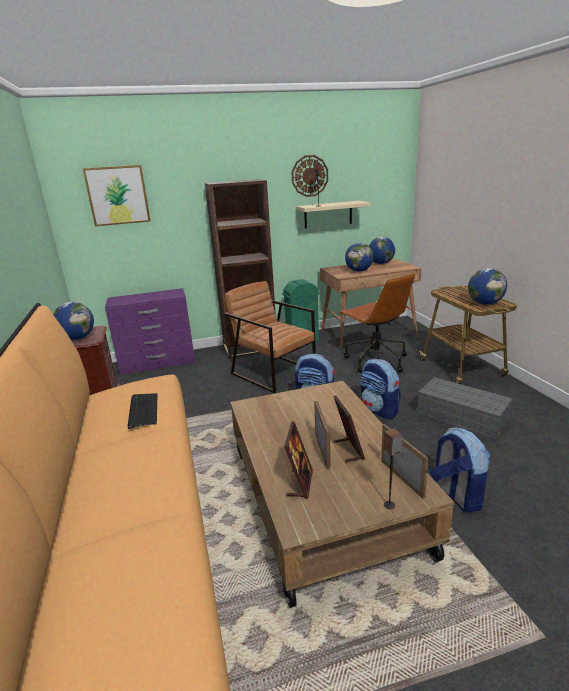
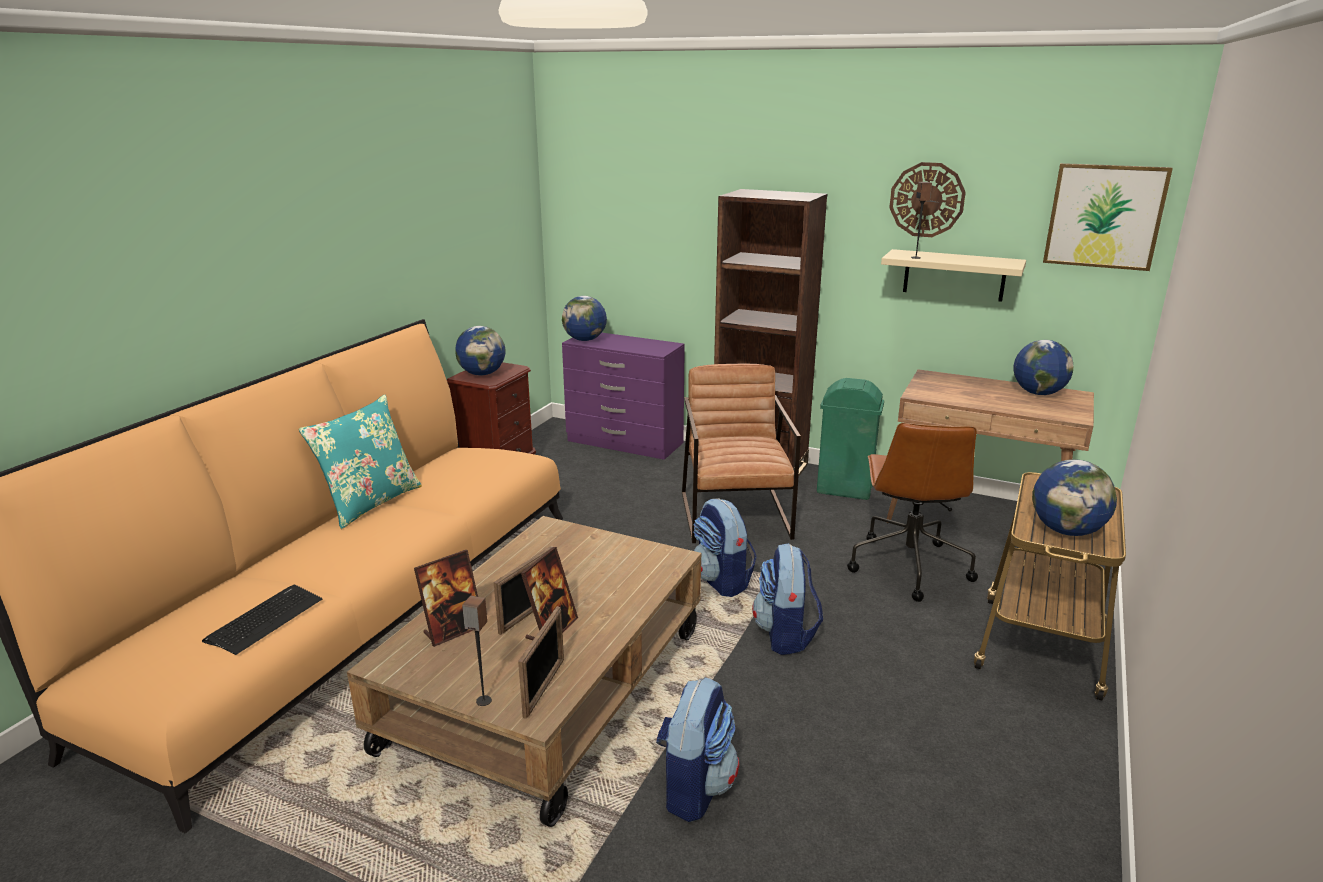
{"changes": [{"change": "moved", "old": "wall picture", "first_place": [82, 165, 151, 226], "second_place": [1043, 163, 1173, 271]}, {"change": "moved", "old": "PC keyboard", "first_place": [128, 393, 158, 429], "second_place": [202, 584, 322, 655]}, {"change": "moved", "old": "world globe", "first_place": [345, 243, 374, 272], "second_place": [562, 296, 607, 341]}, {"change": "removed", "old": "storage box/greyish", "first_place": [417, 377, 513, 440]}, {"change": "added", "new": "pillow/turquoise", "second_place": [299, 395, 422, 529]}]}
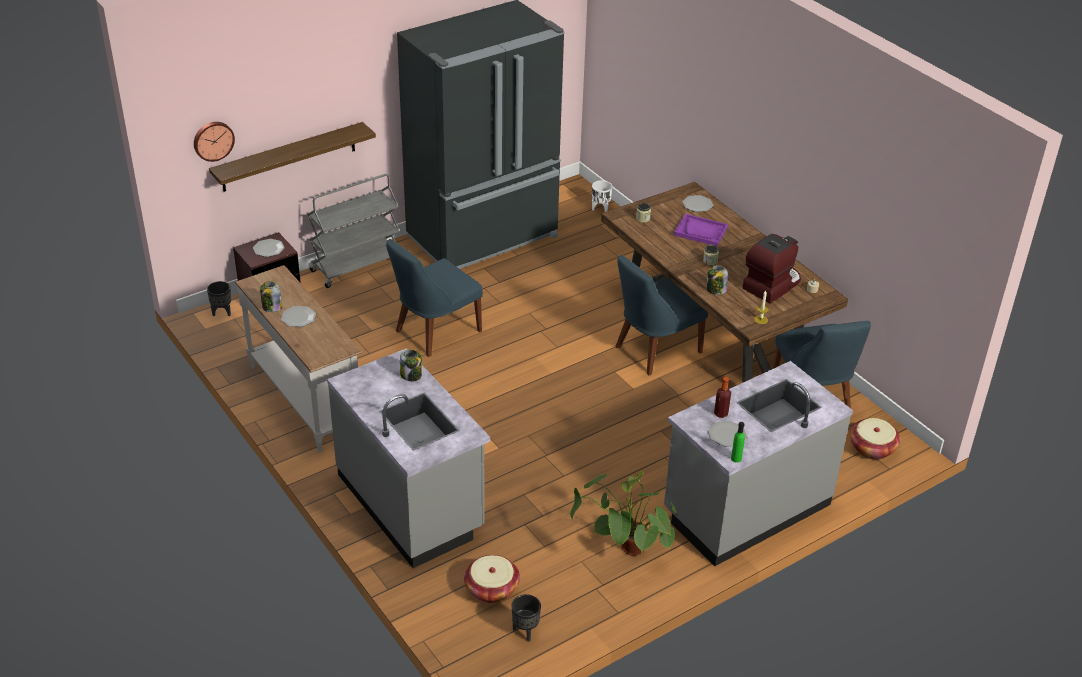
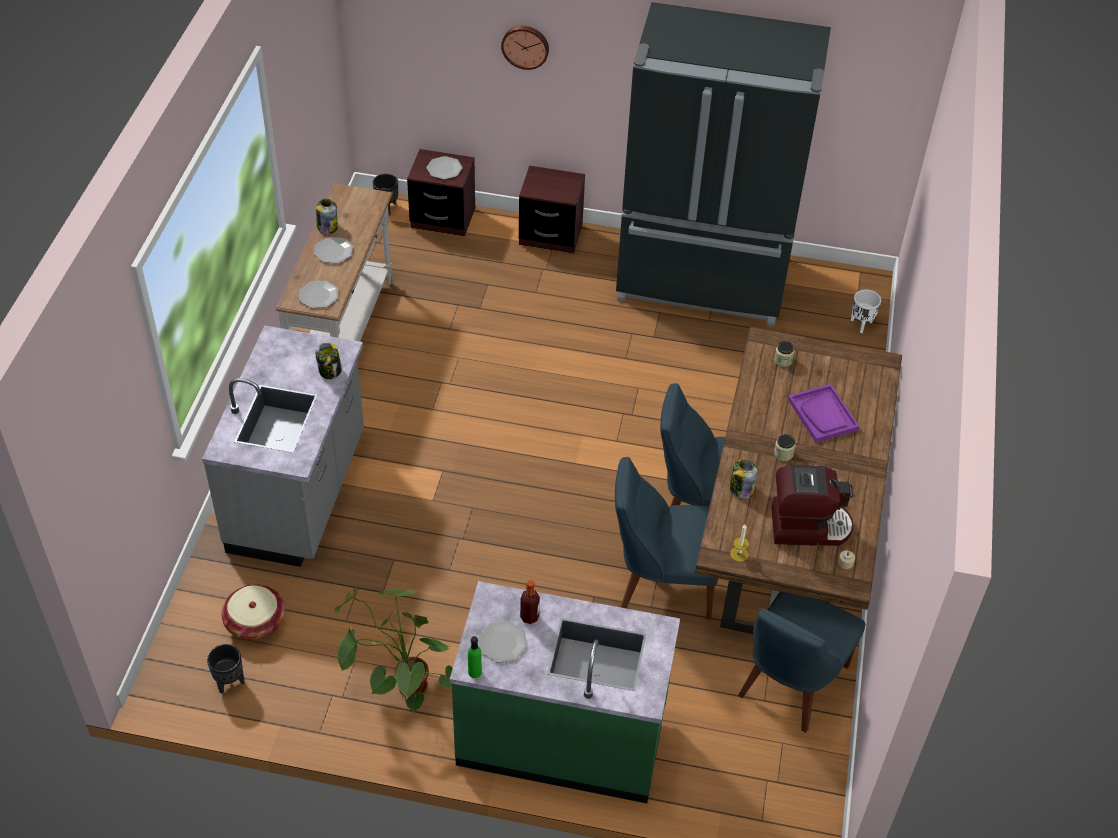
{"changes": [{"change": "moved", "old": "wall clock", "first_place": [194, 122, 235, 162], "second_place": [501, 26, 549, 70]}, {"change": "removed", "old": "shelf", "first_place": [209, 122, 376, 192]}, {"change": "replaced", "old": "trolley/greyish", "new": "night table/brownish", "first_place": [307, 174, 400, 288], "second_place": [519, 166, 585, 254]}, {"change": "moved", "old": "chair/bluish", "first_place": [386, 239, 483, 357], "second_place": [615, 457, 718, 619]}, {"change": "recoloured", "old": "kitchen counter/greyish", "new": "kitchen counter/green", "first_place": [664, 361, 853, 566], "second_place": [450, 581, 680, 803]}, {"change": "moved", "old": "plate", "first_place": [682, 195, 714, 212], "second_place": [299, 280, 338, 308]}, {"change": "removed", "old": "storage basket", "first_place": [850, 418, 900, 459]}]}
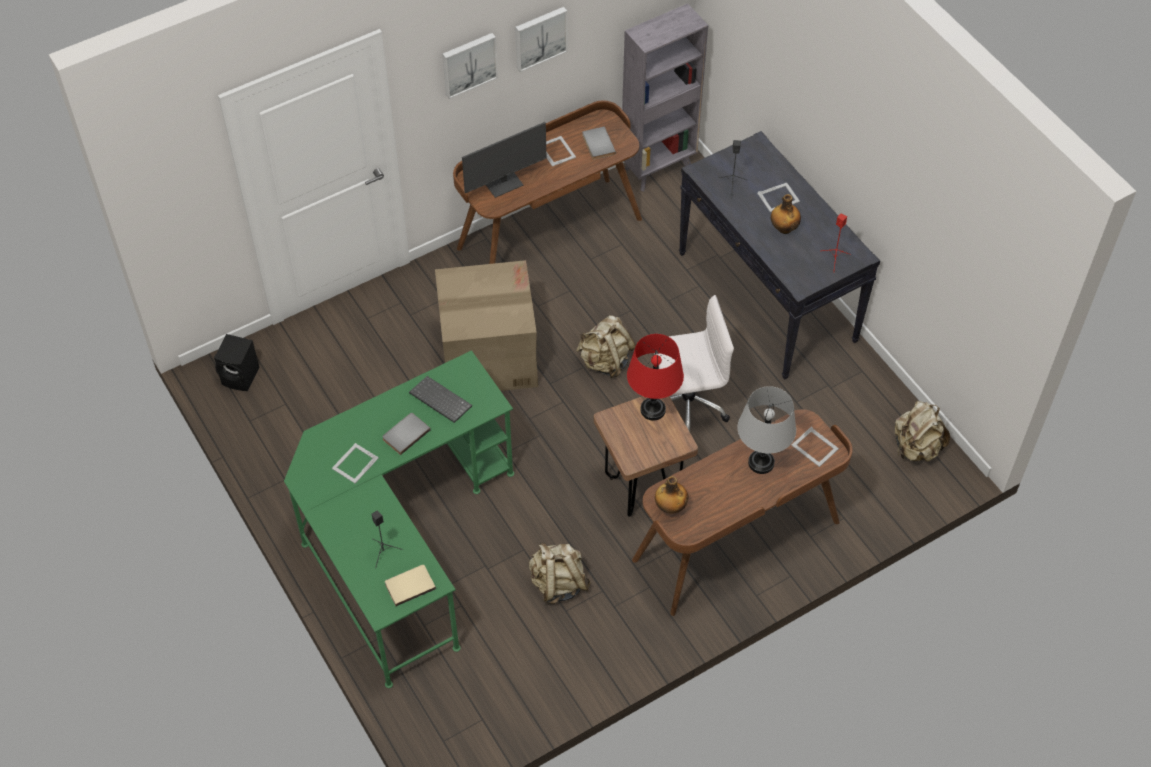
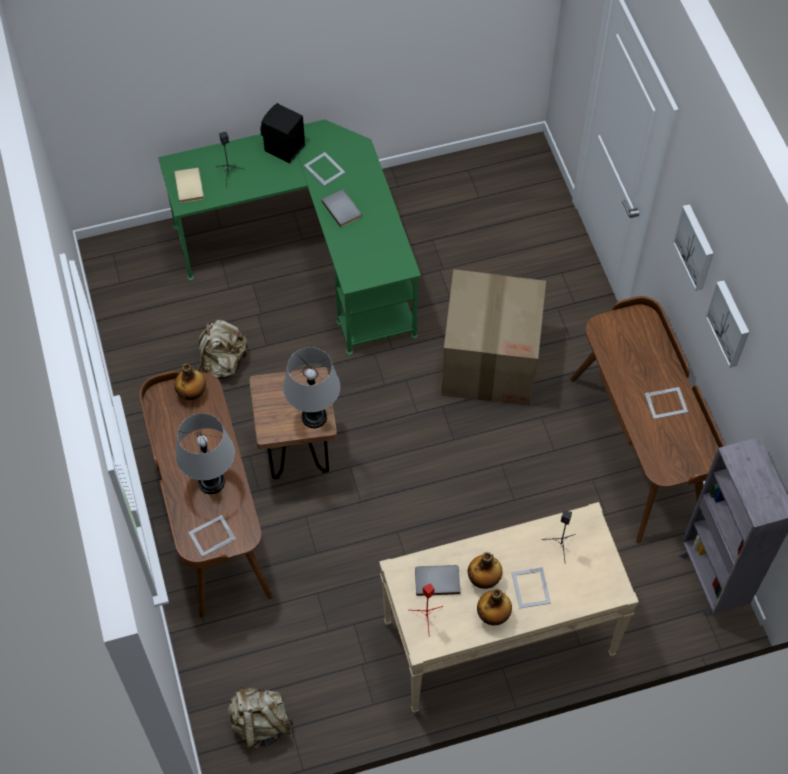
{"changes": [{"change": "moved", "old": "audio speaker/black-coloured", "first_place": [214, 334, 259, 391], "second_place": [260, 103, 305, 163]}, {"change": "removed", "old": "PC keyboard", "first_place": [409, 376, 472, 423]}, {"change": "removed", "old": "computer display", "first_place": [462, 122, 546, 198]}, {"change": "removed", "old": "rucksack/beige-coloured", "first_place": [576, 315, 636, 379]}, {"change": "moved", "old": "volume/greyish", "first_place": [582, 126, 616, 160], "second_place": [415, 565, 460, 596]}, {"change": "recoloured", "old": "tabletop lamp/red-coloured", "new": "tabletop lamp/greyish", "first_place": [627, 334, 684, 421], "second_place": [283, 347, 340, 428]}, {"change": "removed", "old": "computer chair/whitish", "first_place": [654, 295, 734, 432]}, {"change": "recoloured", "old": "hall table/black-coloured", "new": "hall table/beige-coloured", "first_place": [679, 131, 880, 380], "second_place": [379, 502, 639, 713]}, {"change": "added", "new": "drink bottle", "second_place": [477, 589, 512, 625]}]}
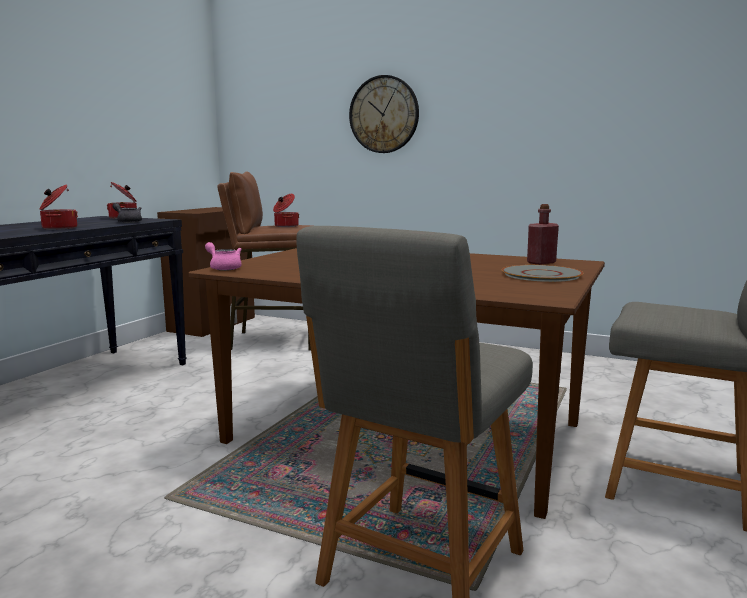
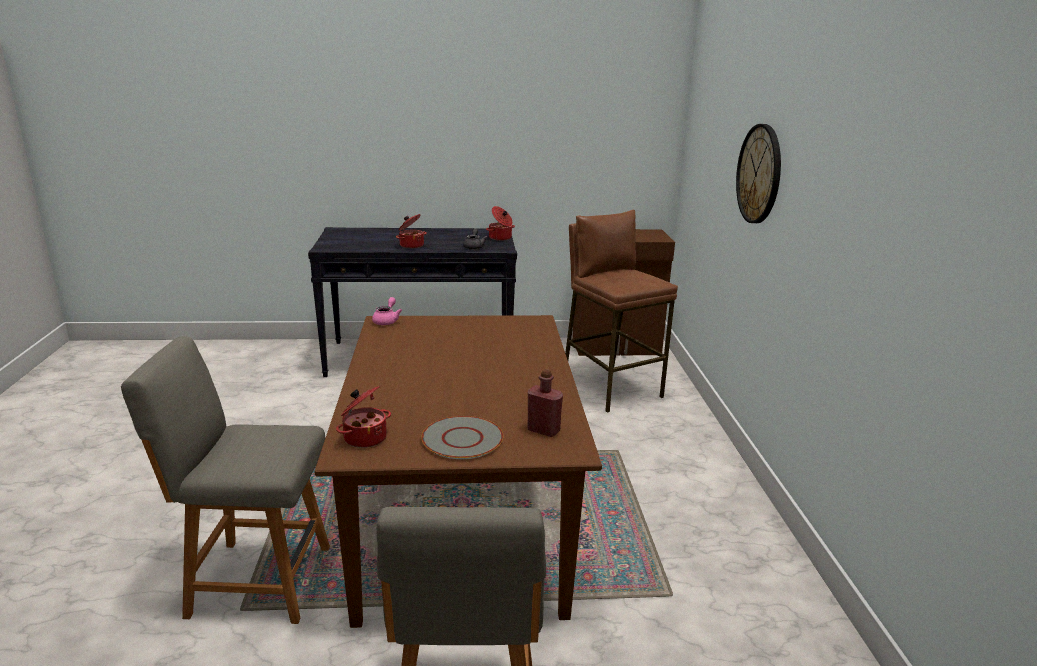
{"changes": [{"change": "moved", "old": "cooking pot", "first_place": [273, 194, 299, 227], "second_place": [336, 386, 391, 448]}]}
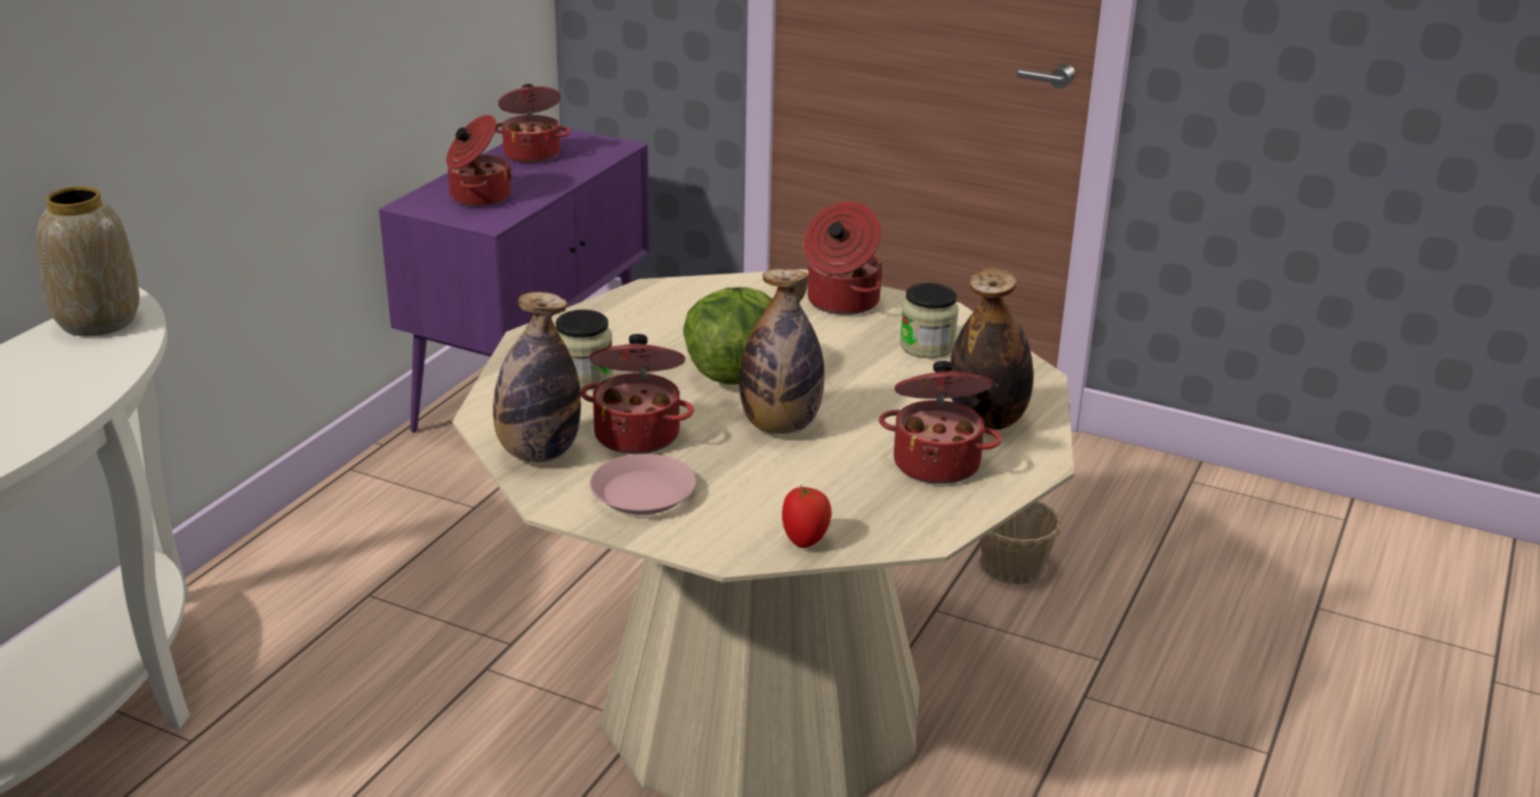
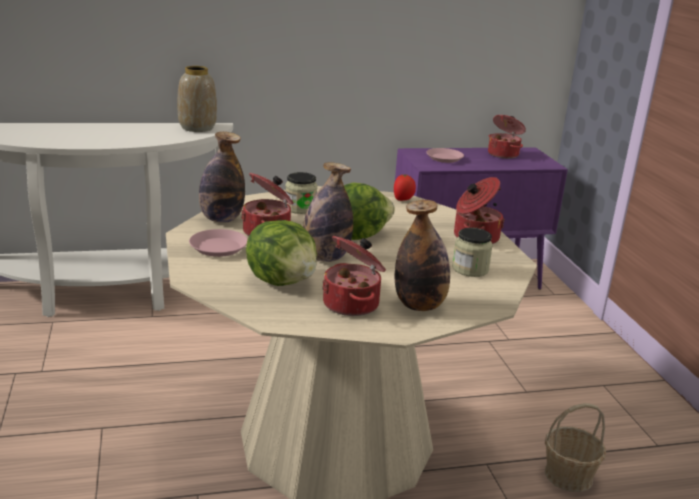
{"changes": [{"change": "replaced", "old": "cooking pot", "new": "plate/pinkish", "first_place": [446, 115, 512, 207], "second_place": [426, 148, 464, 163]}, {"change": "moved", "old": "whole tomato", "first_place": [782, 485, 831, 548], "second_place": [394, 174, 416, 201]}, {"change": "added", "new": "head of lettuce", "second_place": [246, 220, 317, 286]}]}
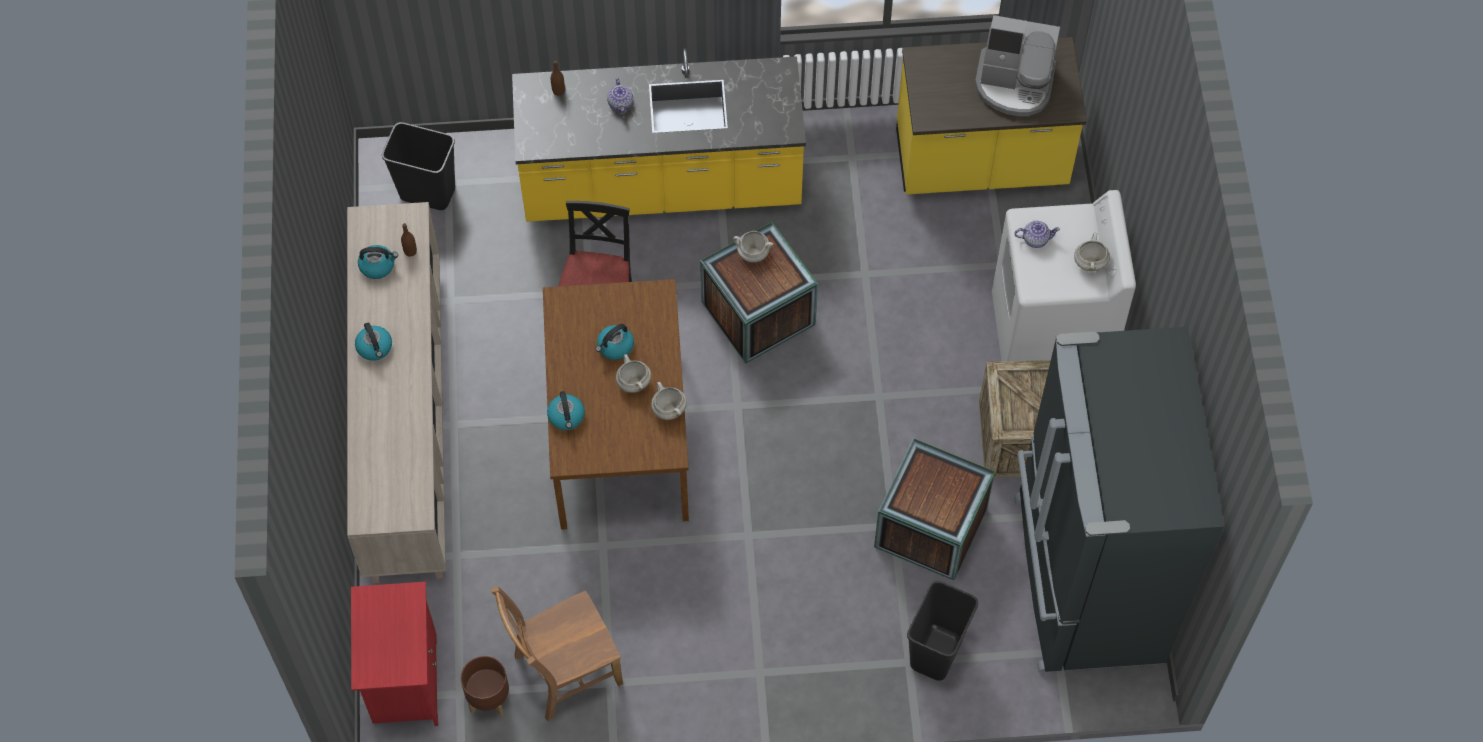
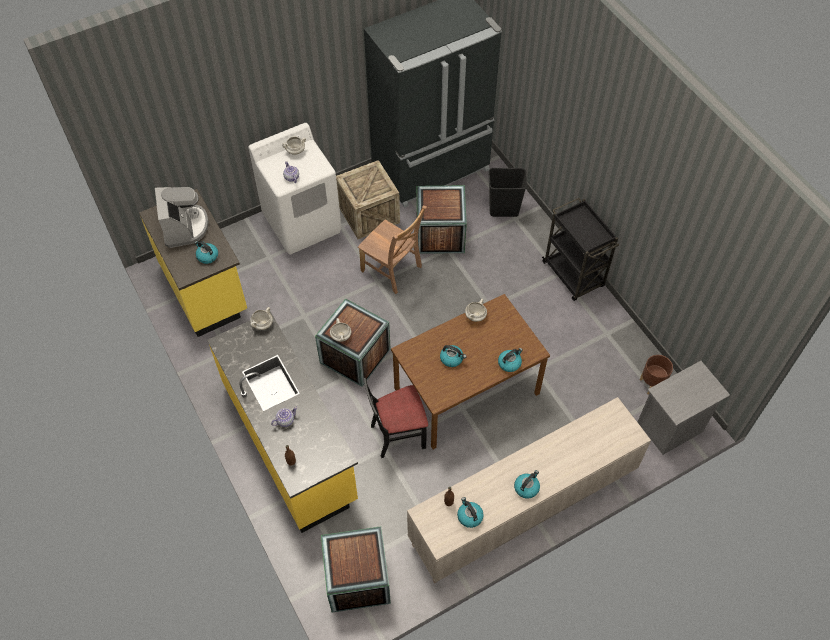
{"changes": [{"change": "recoloured", "old": "night table/red-coloured", "new": "night table/greyish", "first_place": [351, 582, 438, 726], "second_place": [638, 361, 730, 455]}, {"change": "replaced", "old": "waste bin/black-coloured", "new": "crate", "first_place": [382, 122, 455, 210], "second_place": [321, 526, 391, 612]}, {"change": "moved", "old": "chair/brownish", "first_place": [491, 586, 623, 721], "second_place": [358, 205, 427, 294]}, {"change": "moved", "old": "cooking pot/whitish", "first_place": [616, 354, 651, 393], "second_place": [250, 307, 273, 330]}, {"change": "added", "new": "water kettle", "second_place": [195, 241, 218, 264]}, {"change": "added", "new": "trolley/black-coloured", "second_place": [542, 198, 619, 301]}]}
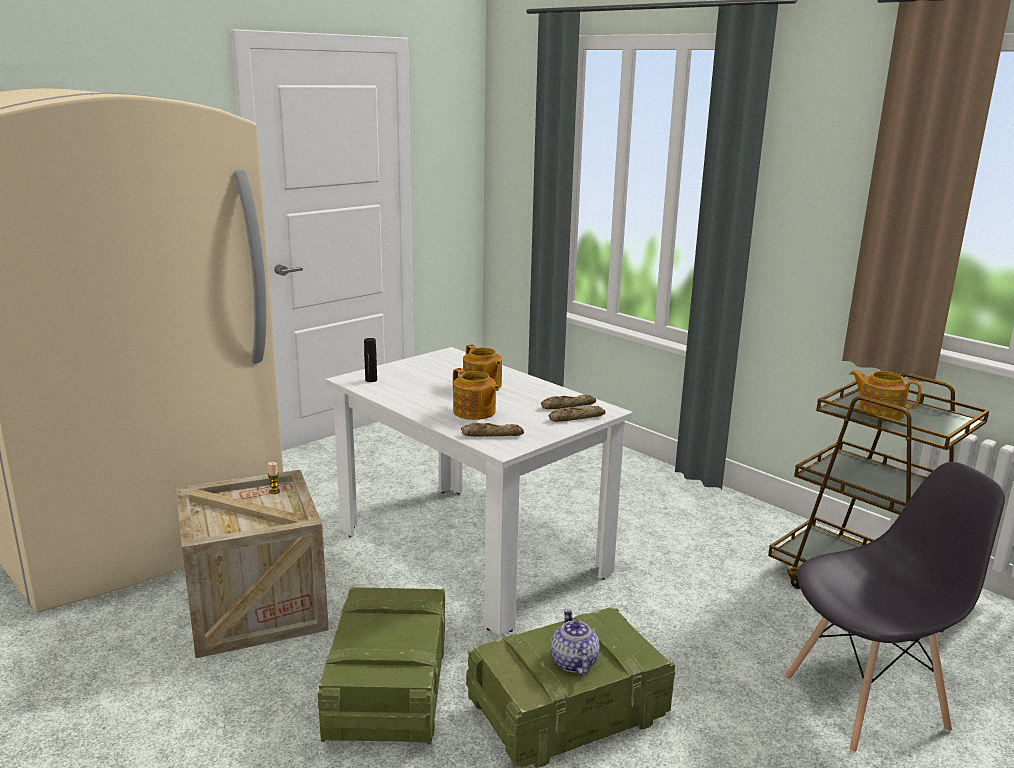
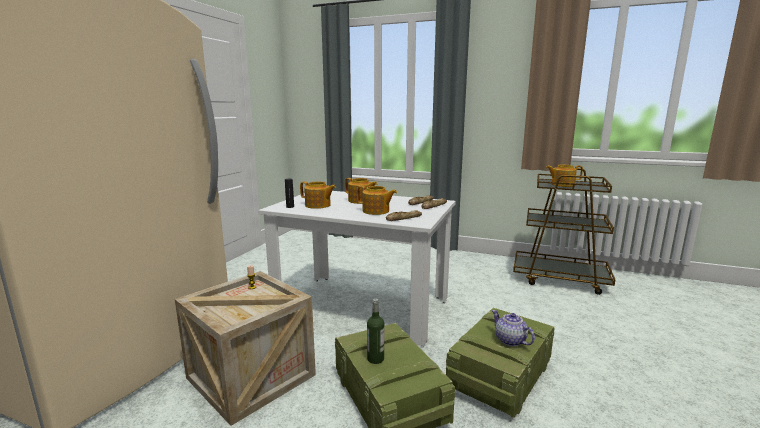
{"changes": [{"change": "removed", "old": "chair/greyish", "first_place": [785, 462, 1005, 753]}, {"change": "added", "new": "tea pot", "second_place": [300, 181, 336, 209]}, {"change": "added", "new": "drink bottle", "second_place": [367, 299, 384, 364]}]}
